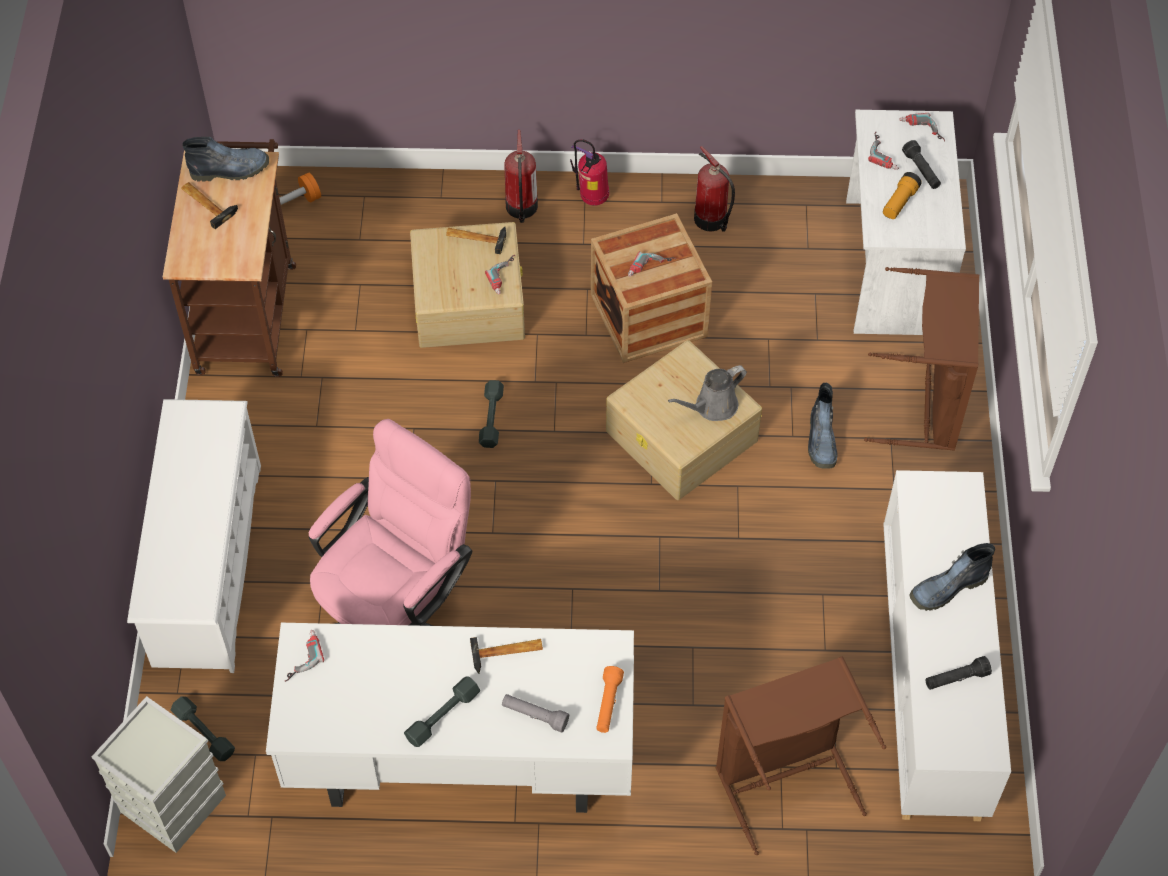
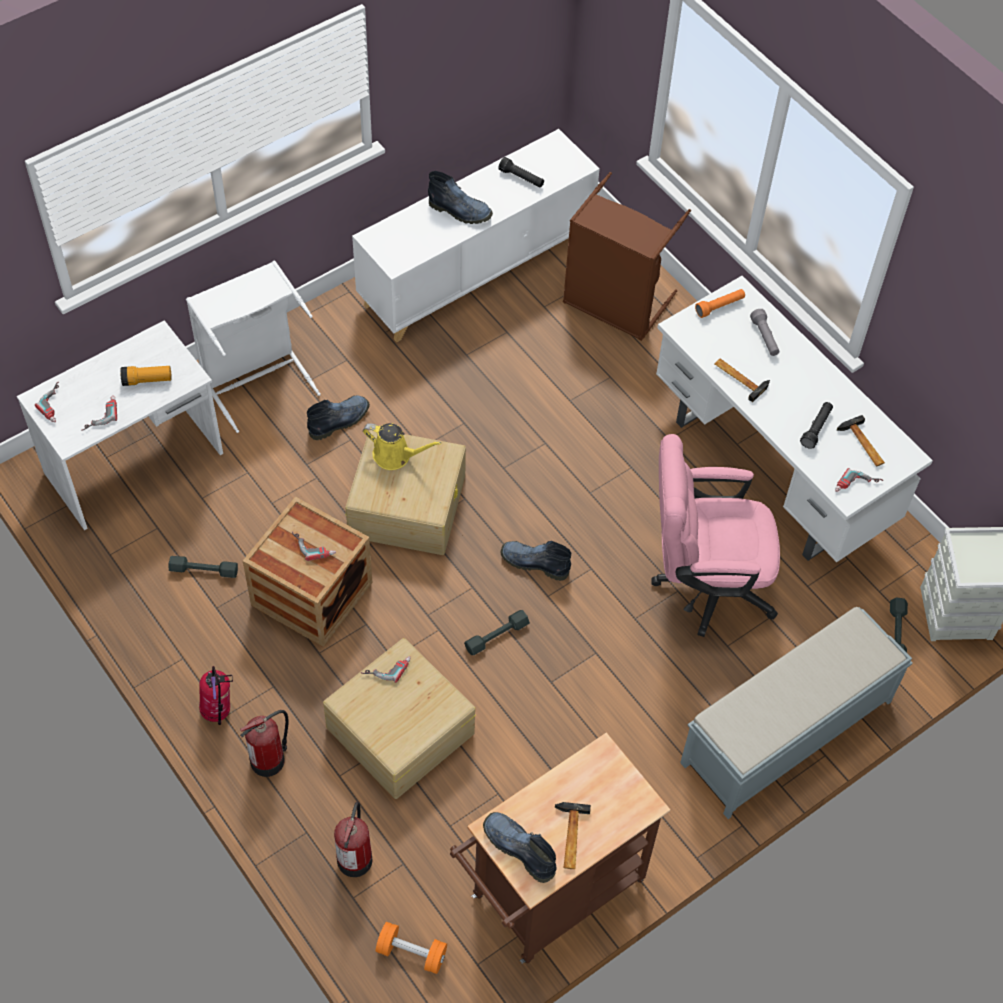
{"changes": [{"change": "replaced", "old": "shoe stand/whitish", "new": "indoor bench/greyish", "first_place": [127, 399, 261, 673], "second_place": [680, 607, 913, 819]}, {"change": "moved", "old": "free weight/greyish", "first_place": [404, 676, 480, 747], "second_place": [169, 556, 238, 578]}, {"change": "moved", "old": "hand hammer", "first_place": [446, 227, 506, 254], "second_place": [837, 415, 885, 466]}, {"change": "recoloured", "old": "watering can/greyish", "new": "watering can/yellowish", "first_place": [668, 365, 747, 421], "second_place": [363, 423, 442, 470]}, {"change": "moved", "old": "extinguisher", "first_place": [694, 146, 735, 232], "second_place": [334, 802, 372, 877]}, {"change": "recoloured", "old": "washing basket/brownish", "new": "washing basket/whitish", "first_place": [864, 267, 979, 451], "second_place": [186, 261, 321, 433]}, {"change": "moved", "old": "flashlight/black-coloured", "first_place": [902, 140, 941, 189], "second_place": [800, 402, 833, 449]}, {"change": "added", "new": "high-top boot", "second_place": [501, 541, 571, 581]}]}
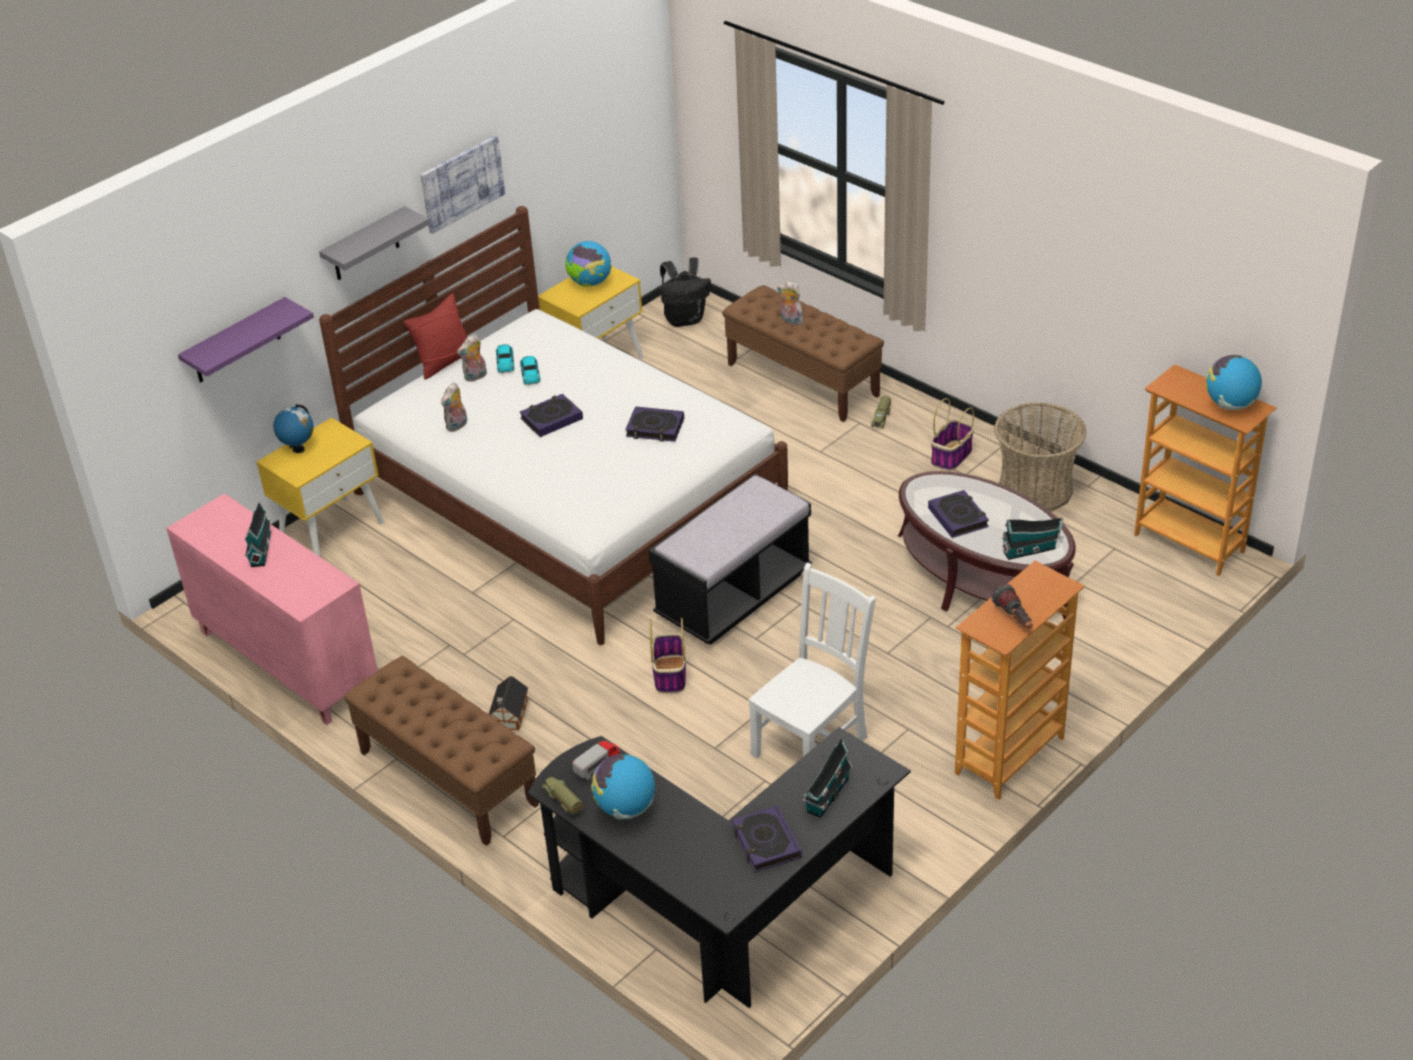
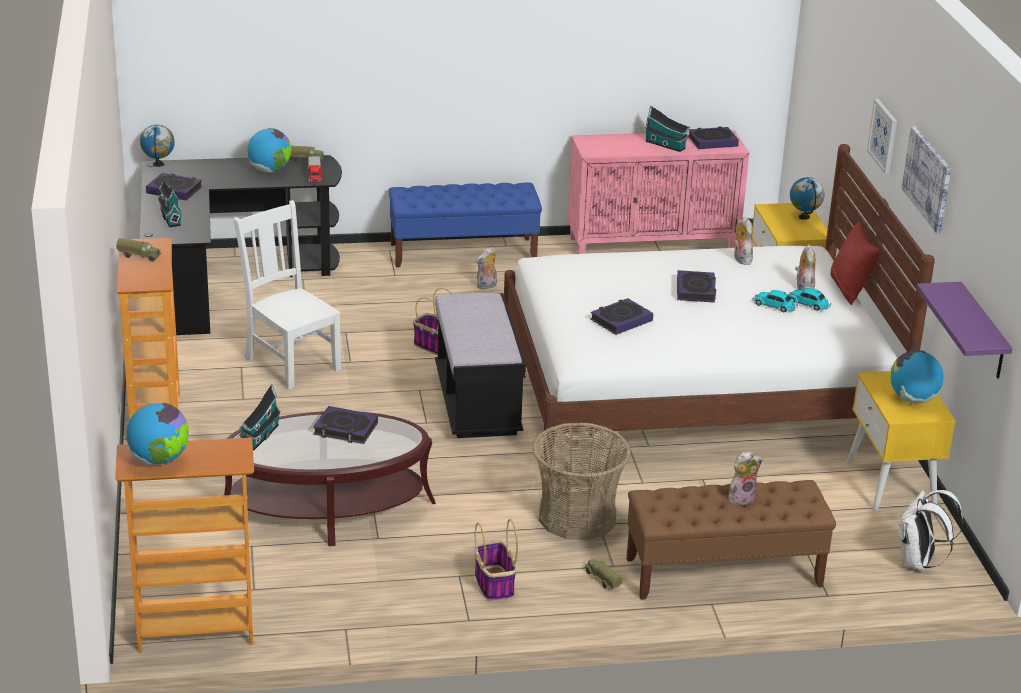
{"changes": [{"change": "moved", "old": "shelf/purple", "first_place": [178, 297, 314, 383], "second_place": [916, 282, 1013, 379]}, {"change": "replaced", "old": "shelf/greyish", "new": "wall picture", "first_place": [319, 206, 430, 280], "second_place": [867, 99, 897, 174]}, {"change": "recoloured", "old": "indoor bench/brownish", "new": "indoor bench/bluish", "first_place": [344, 656, 539, 846], "second_place": [388, 183, 542, 268]}, {"change": "replaced", "old": "toy house", "new": "plush toy", "first_place": [489, 676, 528, 730], "second_place": [476, 247, 497, 290]}, {"change": "recoloured", "old": "rucksack/black-coloured", "new": "rucksack/whitish", "first_place": [660, 257, 711, 327], "second_place": [899, 490, 963, 571]}, {"change": "turned", "old": "chair/whitish", "first_place": [748, 563, 876, 758], "second_place": [234, 200, 341, 390], "degrees": 150}, {"change": "replaced", "old": "flashlight", "new": "model truck", "first_place": [992, 584, 1033, 629], "second_place": [116, 238, 162, 262]}, {"change": "moved", "old": "storage basket", "first_place": [994, 402, 1087, 511], "second_place": [532, 422, 631, 540]}, {"change": "added", "new": "world globe", "second_place": [140, 125, 175, 167]}, {"change": "added", "new": "volume", "second_place": [689, 126, 739, 149]}]}
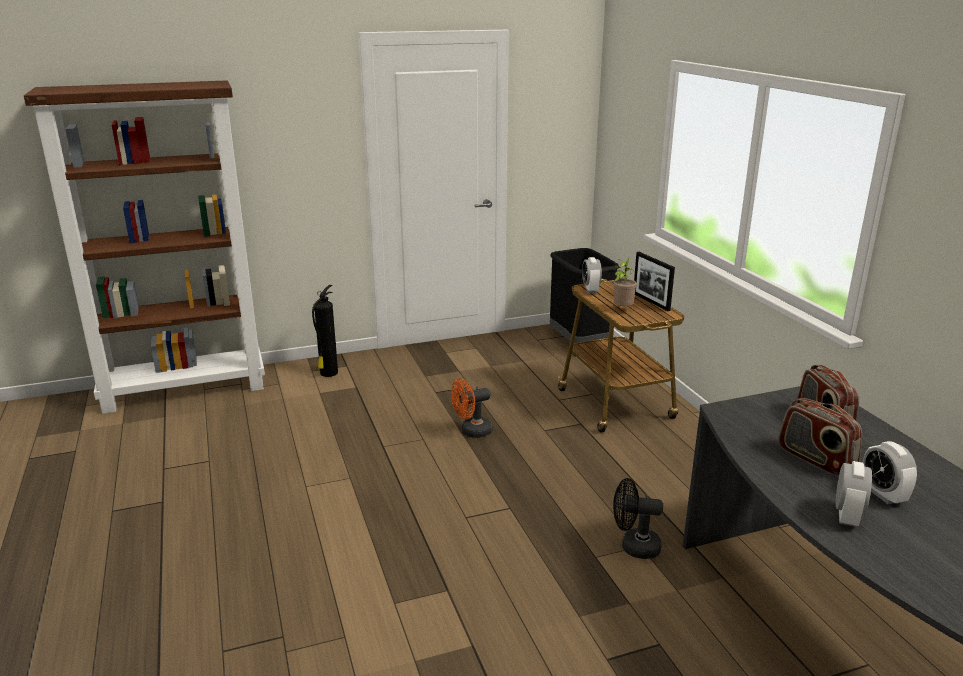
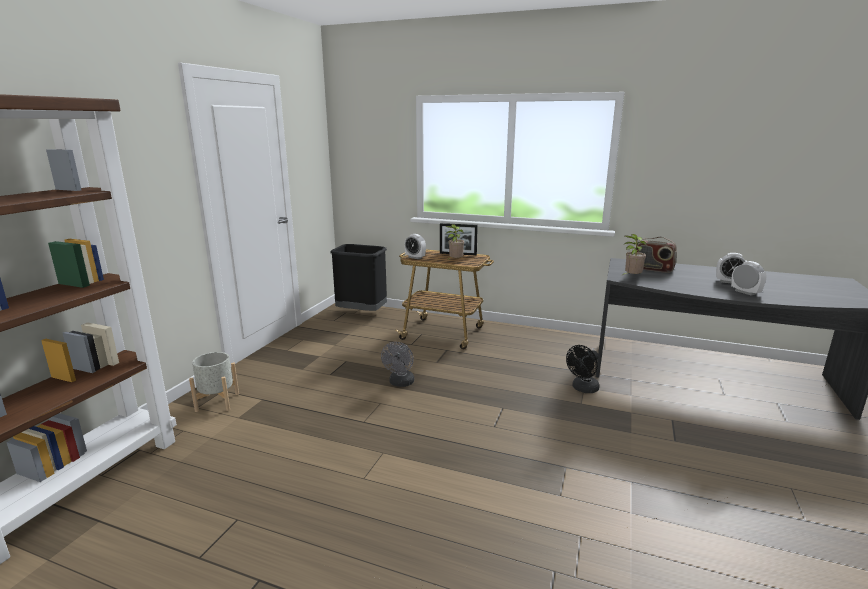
{"changes": [{"change": "replaced", "old": "extinguisher", "new": "planter/greyish", "first_place": [312, 285, 338, 377], "second_place": [189, 352, 239, 412]}, {"change": "recoloured", "old": "cooling fan/orangey", "new": "cooling fan/greyish", "first_place": [451, 379, 492, 438], "second_place": [381, 342, 414, 387]}, {"change": "removed", "old": "radio set", "first_place": [778, 398, 862, 477]}, {"change": "added", "new": "houseplant", "second_place": [621, 234, 647, 276]}]}
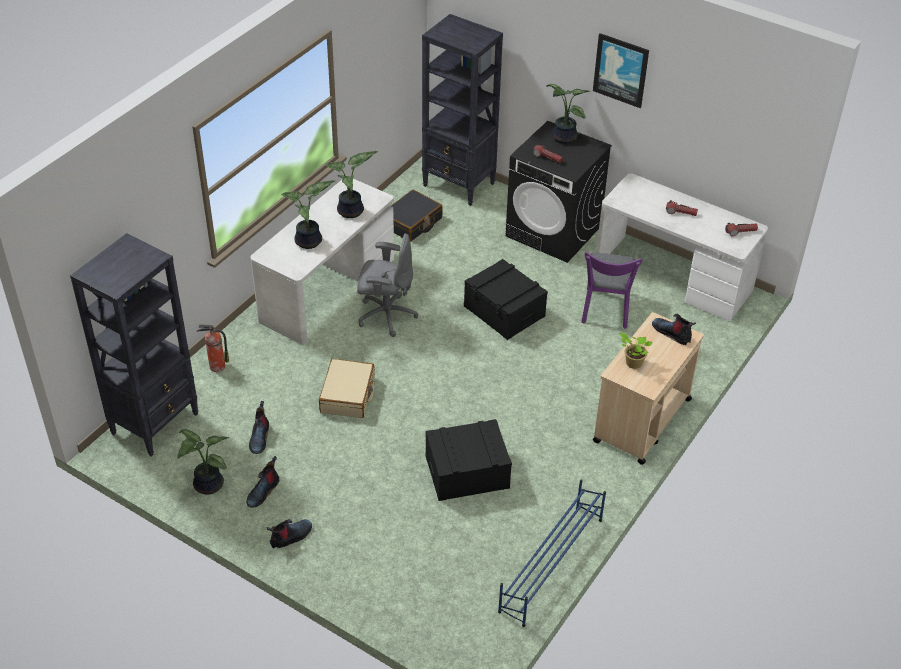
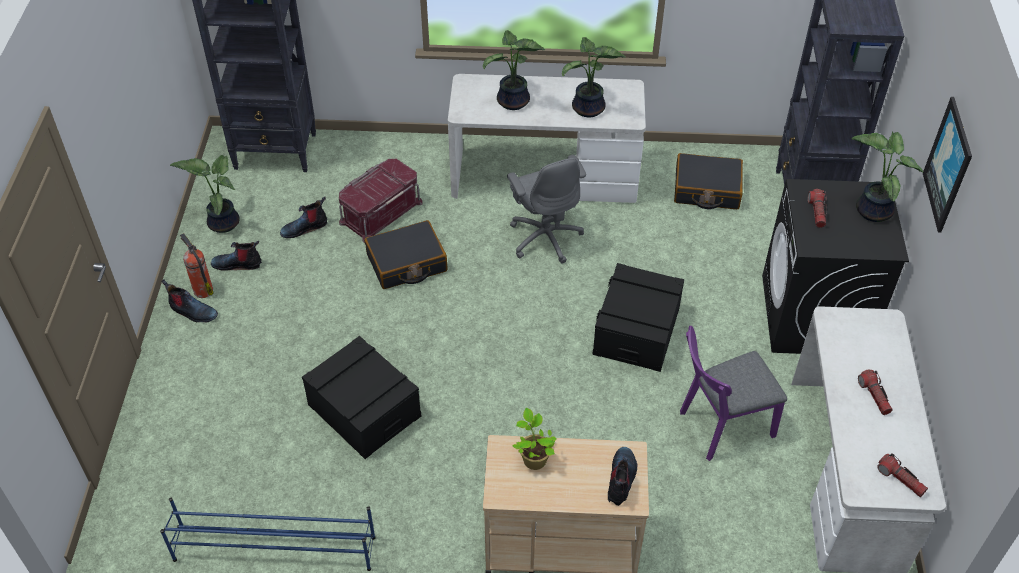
{"changes": [{"change": "moved", "old": "extinguisher", "first_place": [197, 325, 229, 372], "second_place": [180, 233, 214, 298]}, {"change": "recoloured", "old": "suitcase/beige-coloured", "new": "suitcase/black-coloured", "first_place": [319, 359, 375, 418], "second_place": [365, 220, 447, 289]}, {"change": "added", "new": "storage box/red-coloured", "second_place": [339, 159, 423, 243]}]}
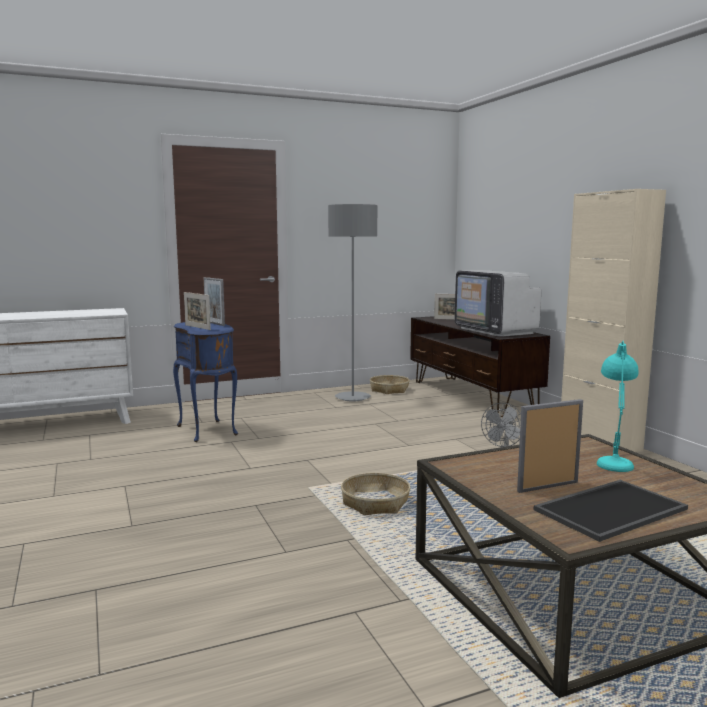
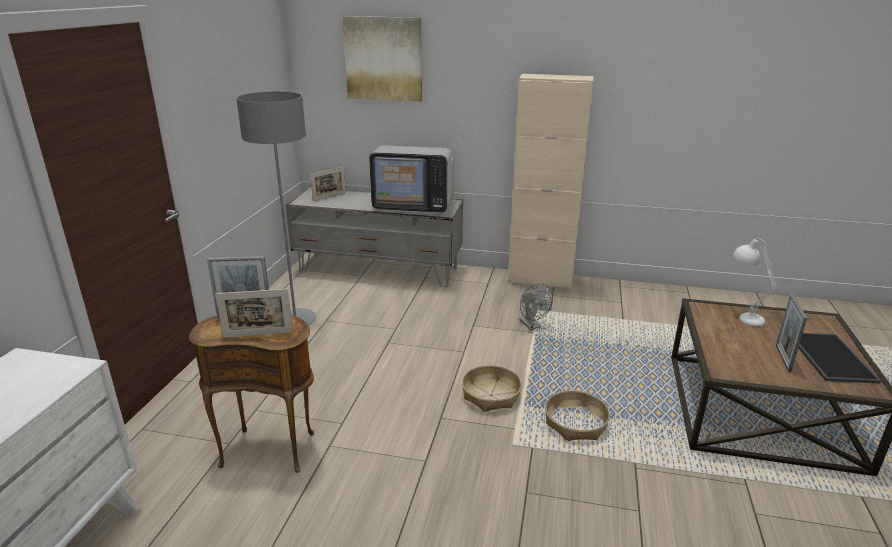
{"changes": [{"change": "recoloured", "old": "end table/bluish", "new": "end table/brownish", "first_place": [173, 322, 238, 442], "second_place": [189, 315, 314, 473]}, {"change": "moved", "old": "storage basket", "first_place": [370, 375, 410, 394], "second_place": [462, 365, 522, 412]}, {"change": "recoloured", "old": "tv unit/brownish", "new": "tv unit/greyish", "first_place": [410, 316, 550, 417], "second_place": [285, 188, 463, 287]}, {"change": "recoloured", "old": "tabletop lamp/turquoise", "new": "tabletop lamp/whitish", "first_place": [597, 341, 639, 472], "second_place": [733, 238, 777, 326]}, {"change": "added", "new": "wall picture", "second_place": [342, 16, 422, 102]}]}
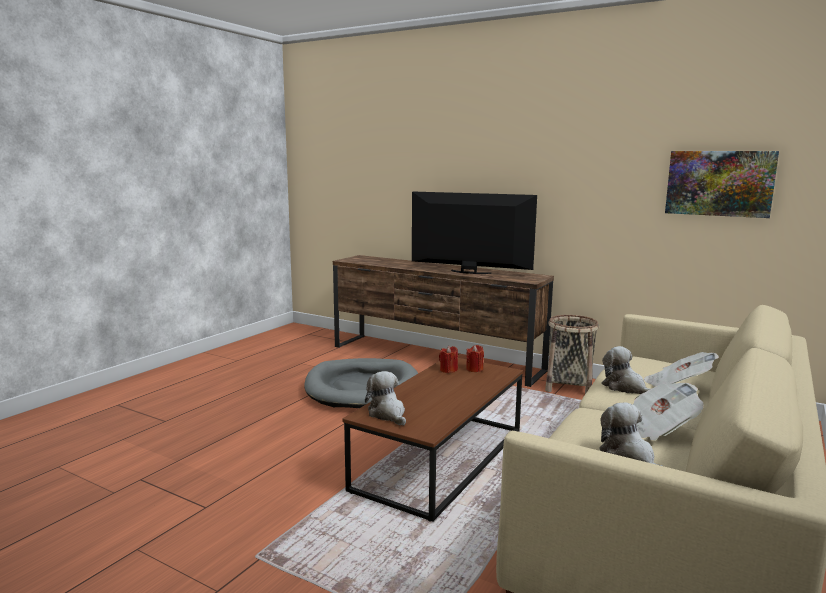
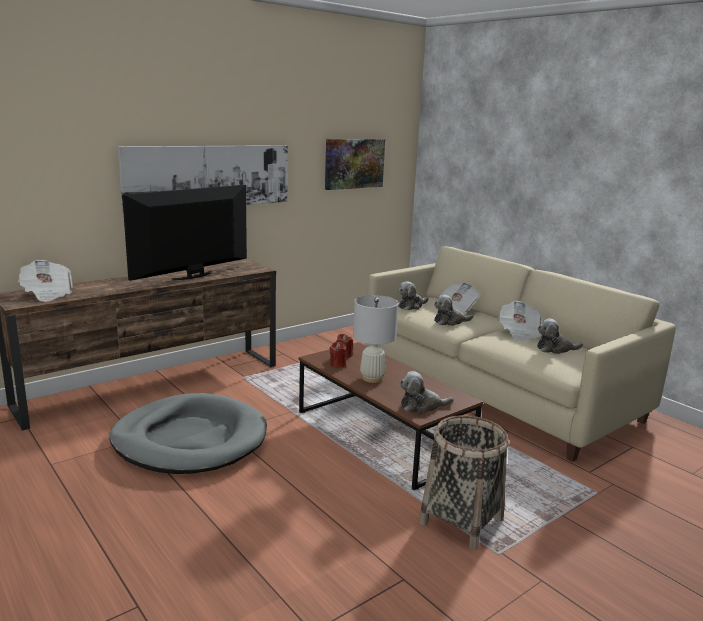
{"changes": [{"change": "moved", "old": "storage basket", "first_place": [545, 315, 599, 394], "second_place": [419, 415, 508, 550]}, {"change": "added", "new": "printed paper", "second_place": [18, 260, 72, 302]}, {"change": "added", "new": "wall picture", "second_place": [118, 145, 288, 212]}, {"change": "added", "new": "tabletop lamp/whitish", "second_place": [353, 295, 399, 383]}, {"change": "added", "new": "plush toy", "second_place": [398, 281, 429, 310]}]}
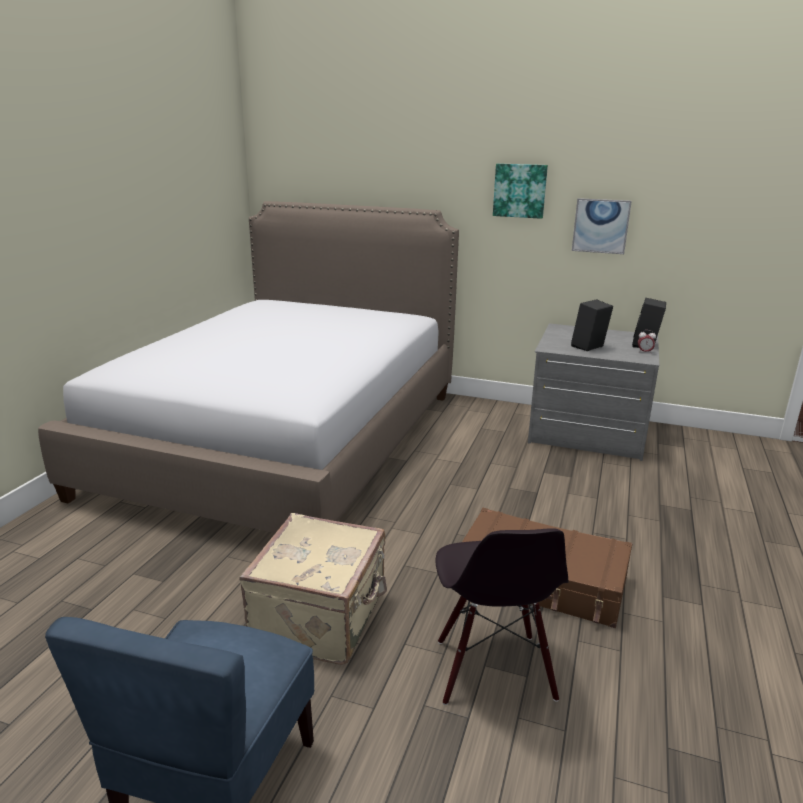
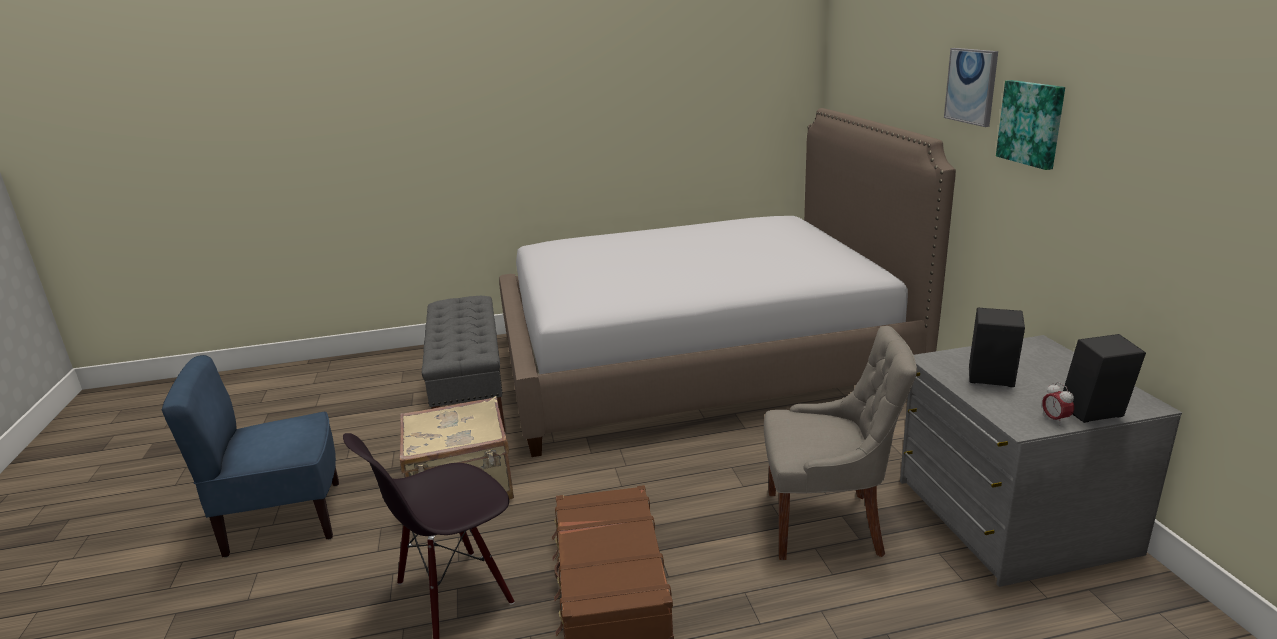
{"changes": [{"change": "moved", "old": "wall picture", "first_place": [572, 198, 632, 254], "second_place": [944, 48, 998, 127]}, {"change": "added", "new": "indoor bench/greyish", "second_place": [422, 296, 506, 432]}, {"change": "added", "new": "chair/greyish", "second_place": [764, 326, 918, 560]}]}
